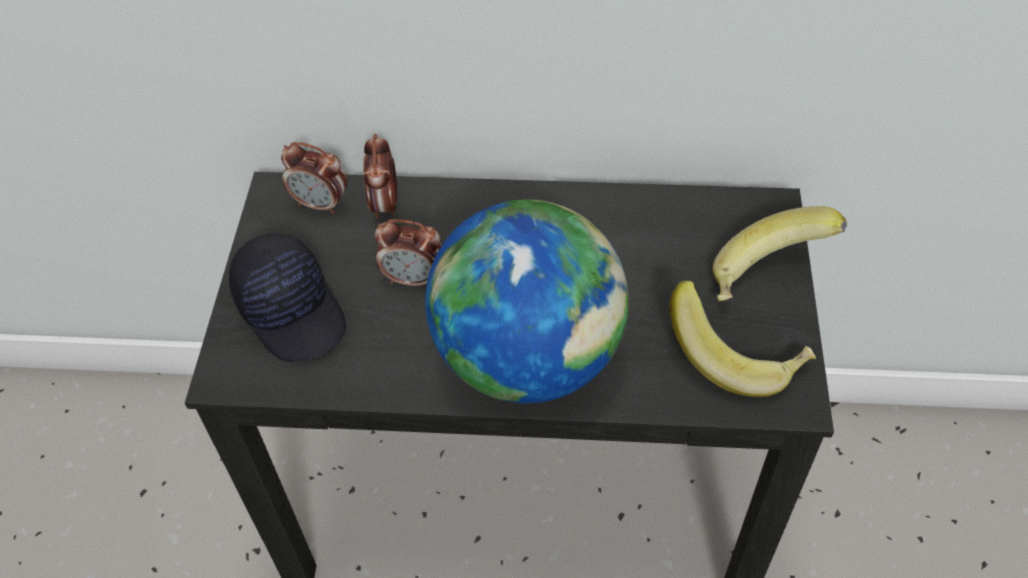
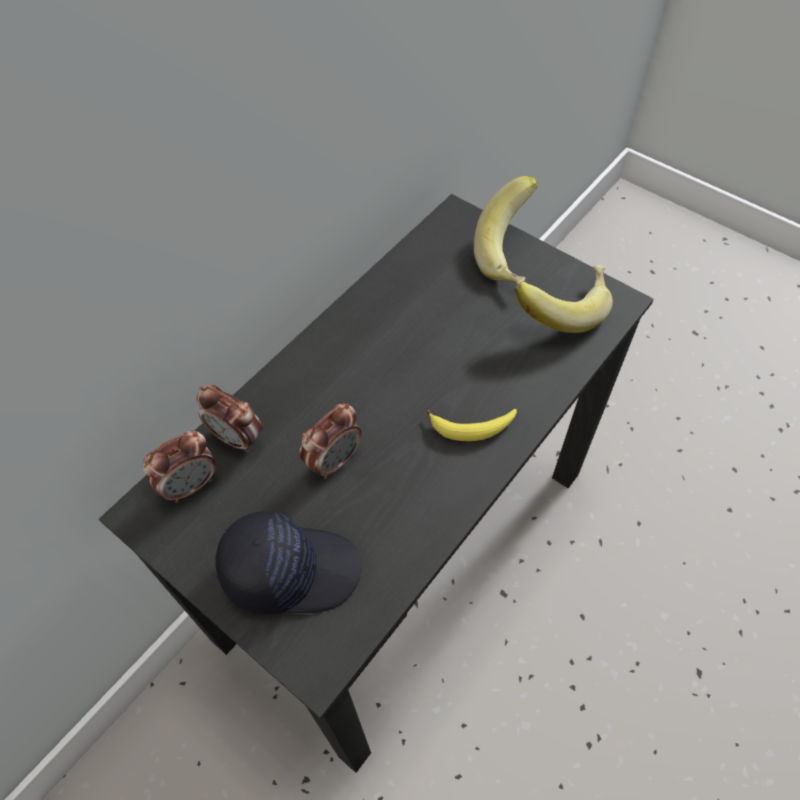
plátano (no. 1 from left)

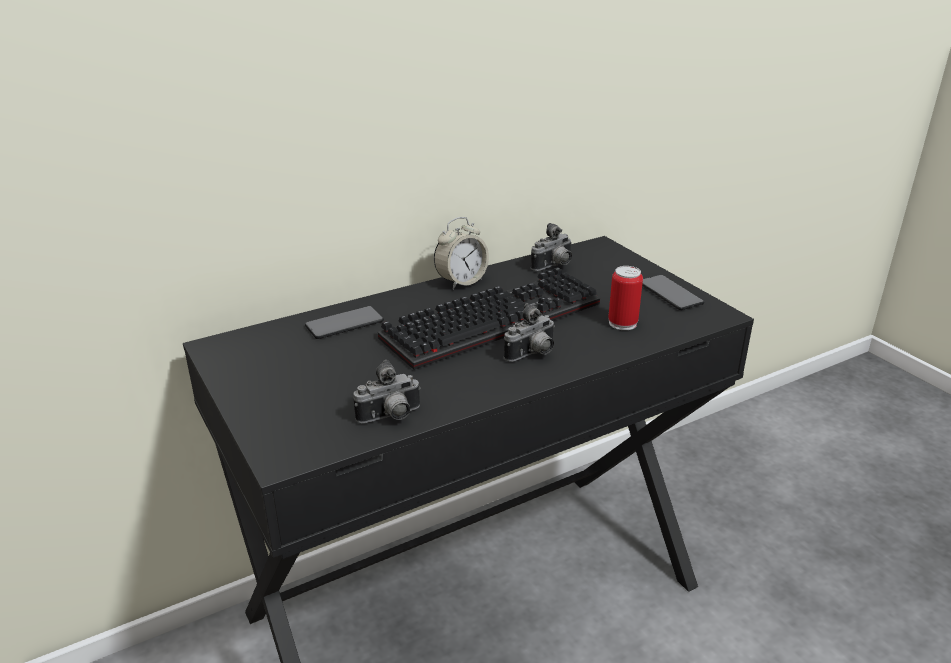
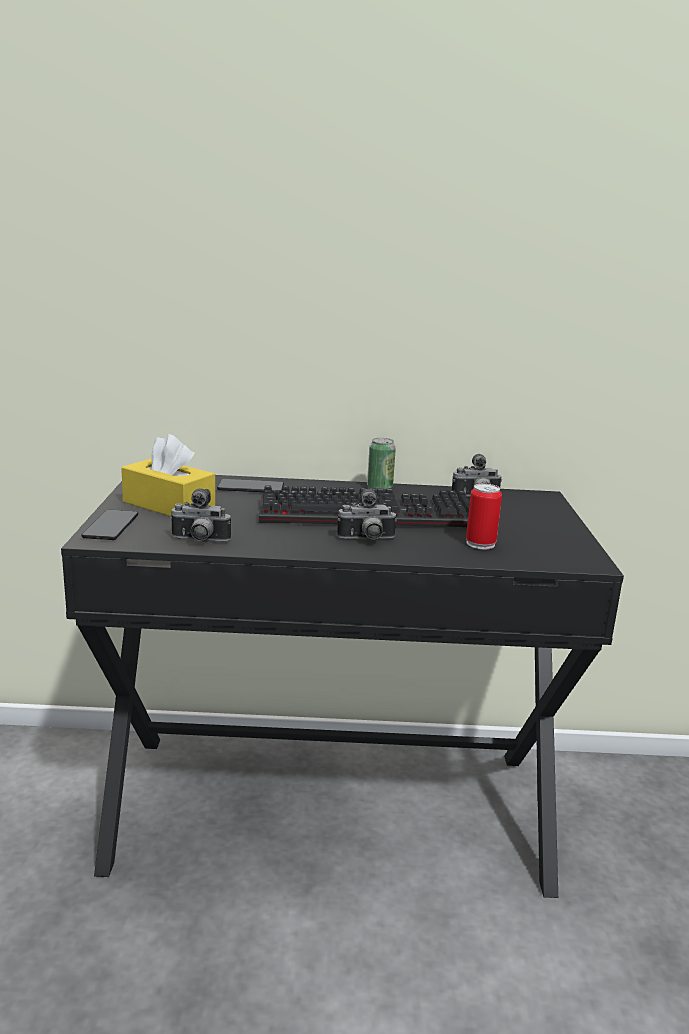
caja de pañuelos [amarillo]; móvil (no. 1 from left); lata (no. 1 from left)

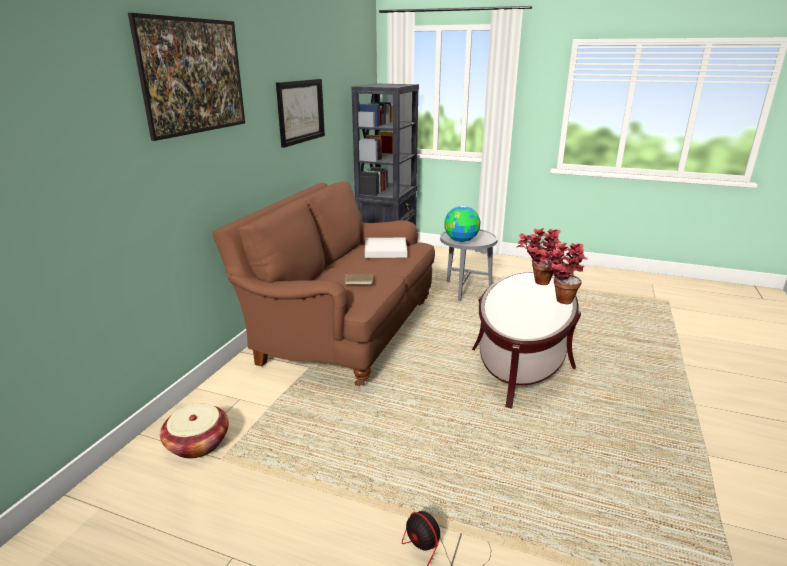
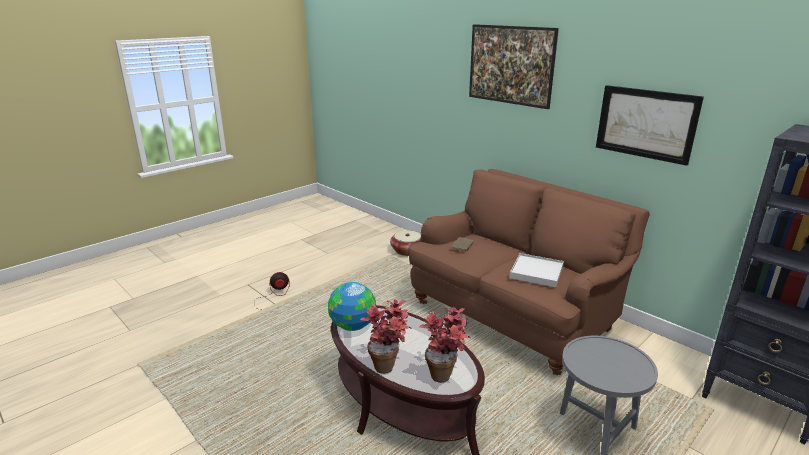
globo terráqueo

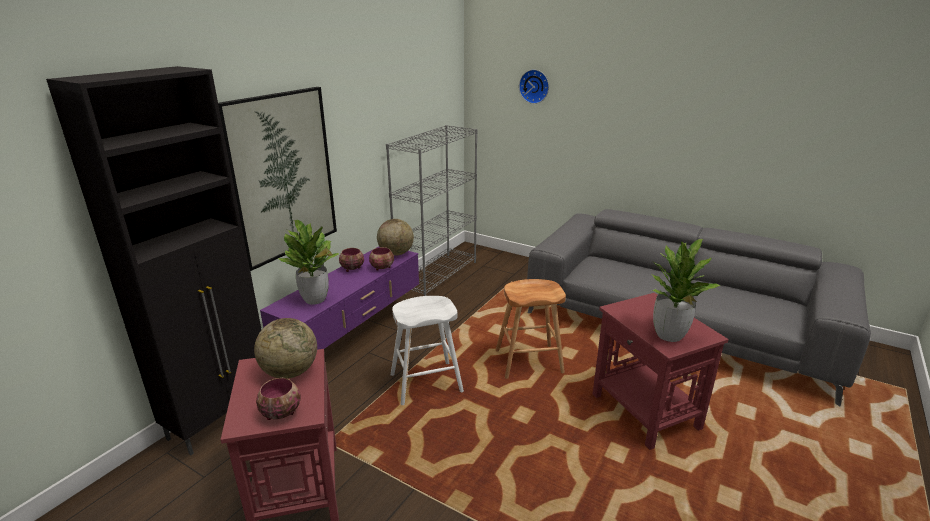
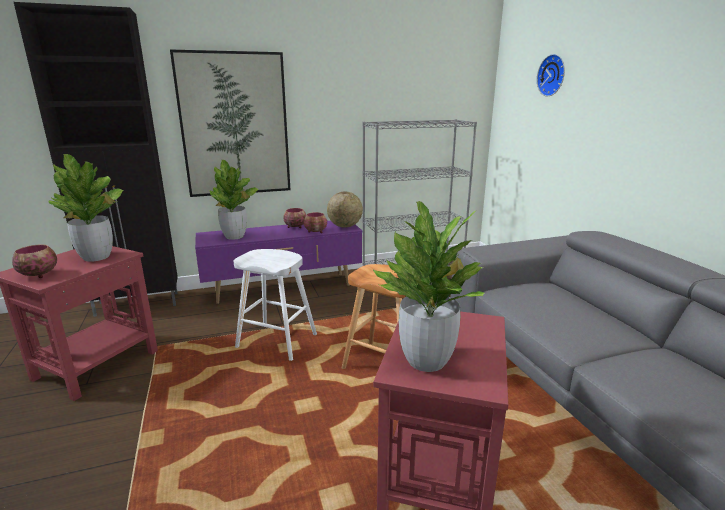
planta en maceta (no. 1 from left)

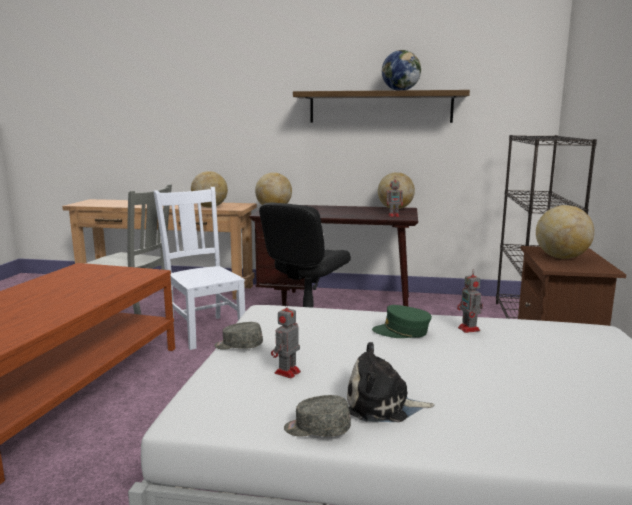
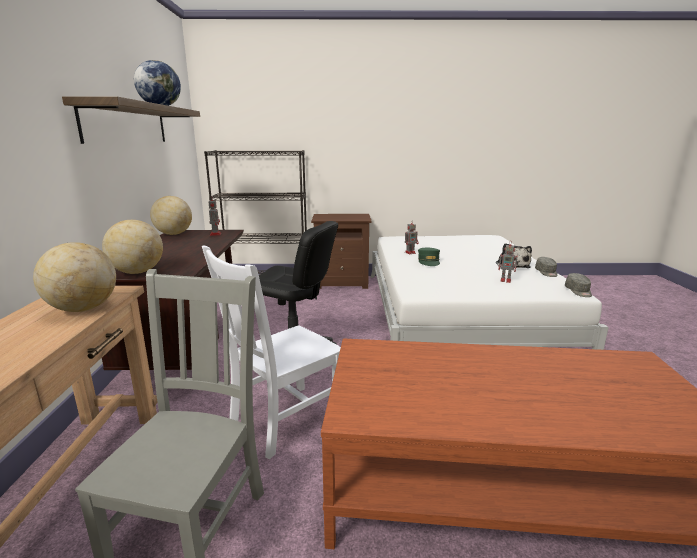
globo terráqueo (no. 5 from left in the first image); gorra [gris] (no. 2 from left)

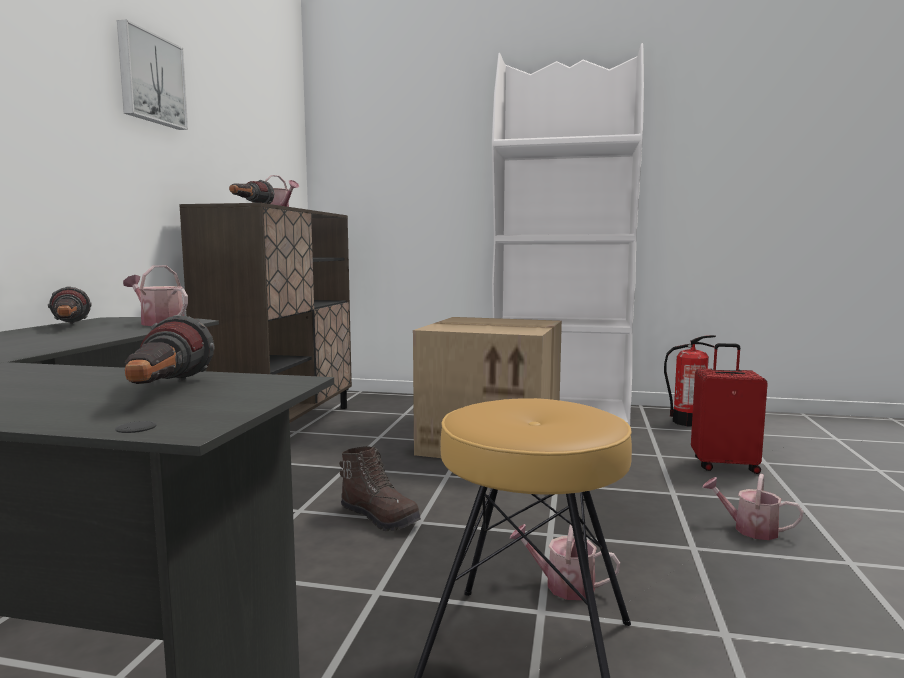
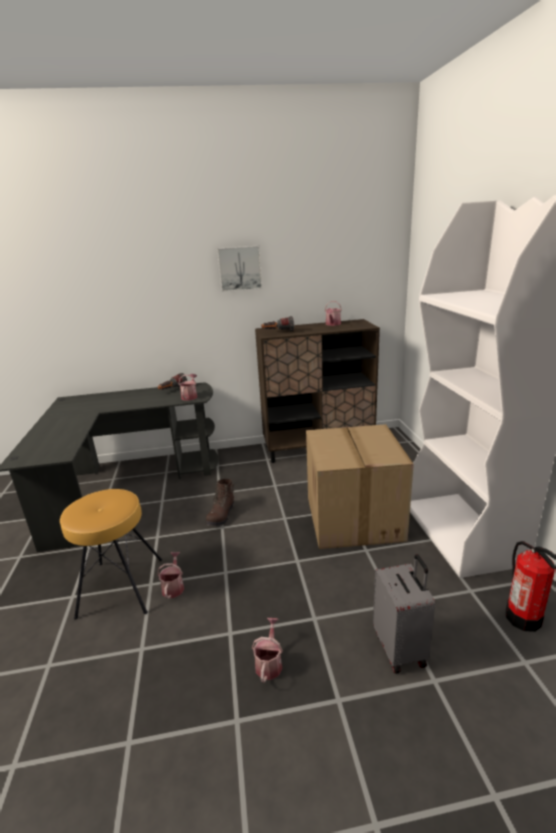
linterna (no. 2 from left in the first image); maleta [gris]

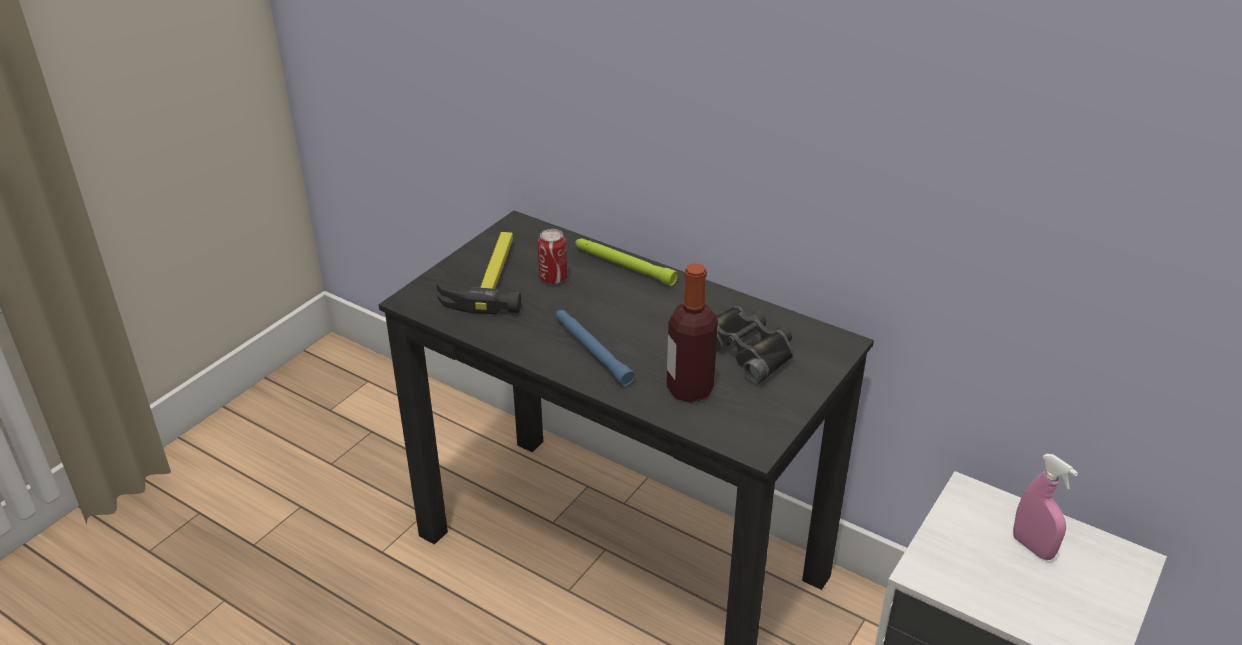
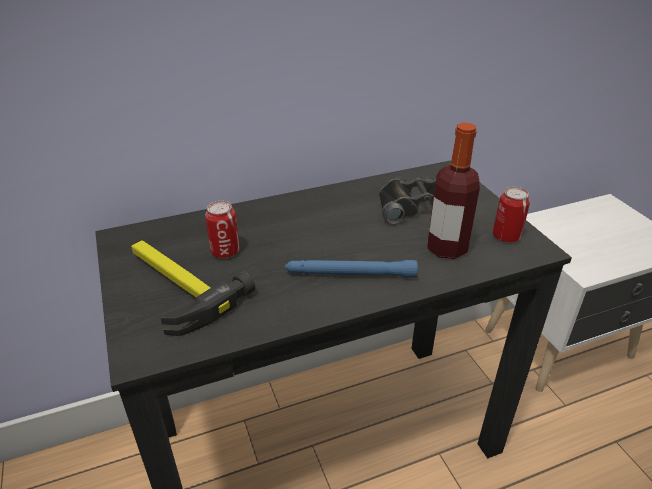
linterna [verde]; pulverizador [rosa]; lata (no. 2 from left)

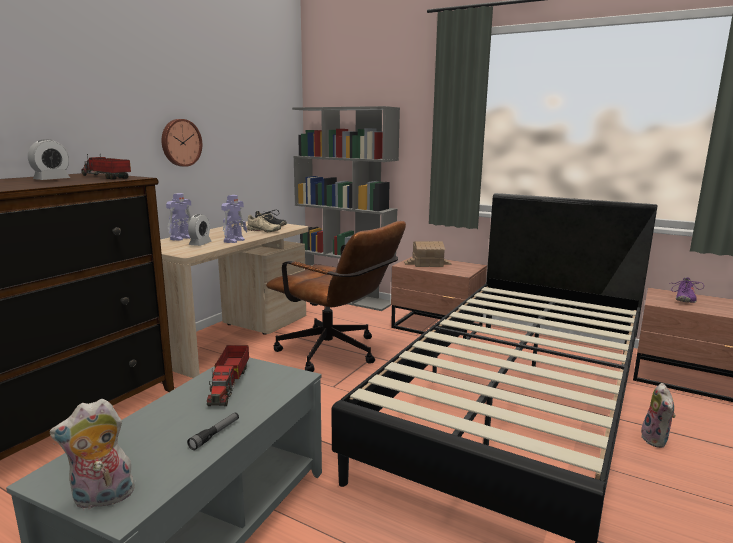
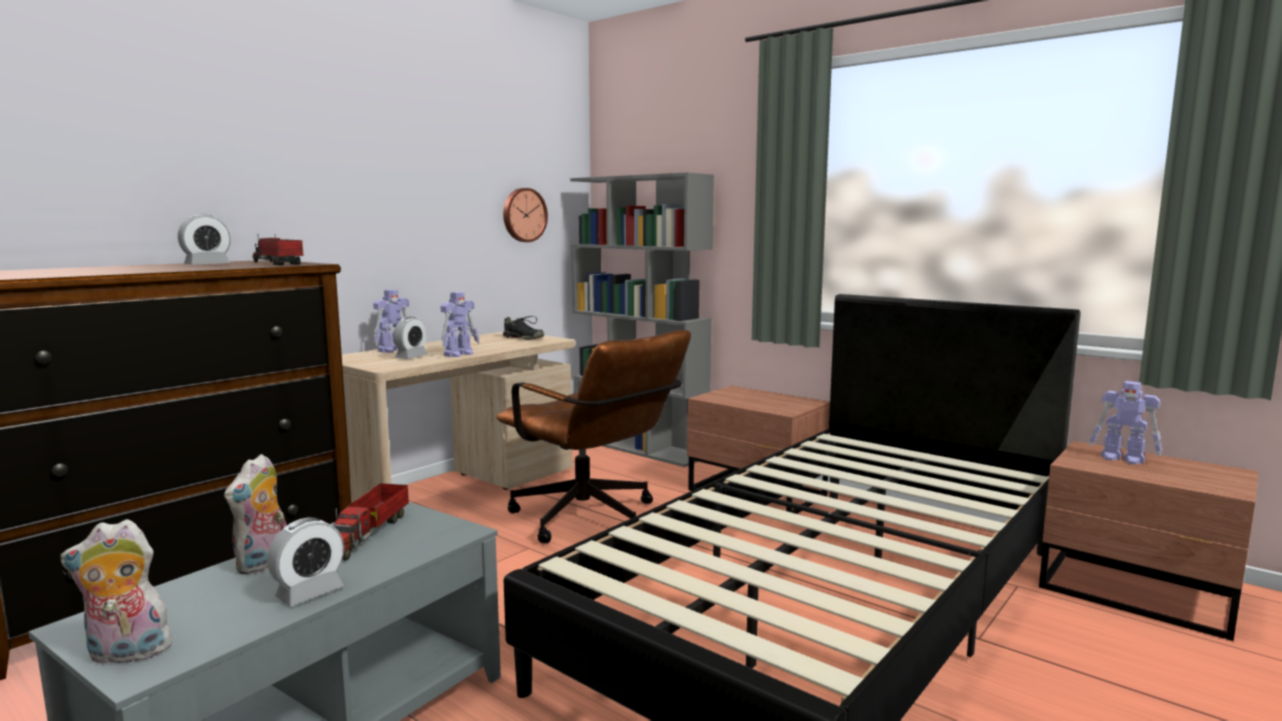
zapato [beis]; casita; reloj de pared; peluche (no. 2 from left); despertador (no. 2 from left); robot de juguete (no. 3 from left)

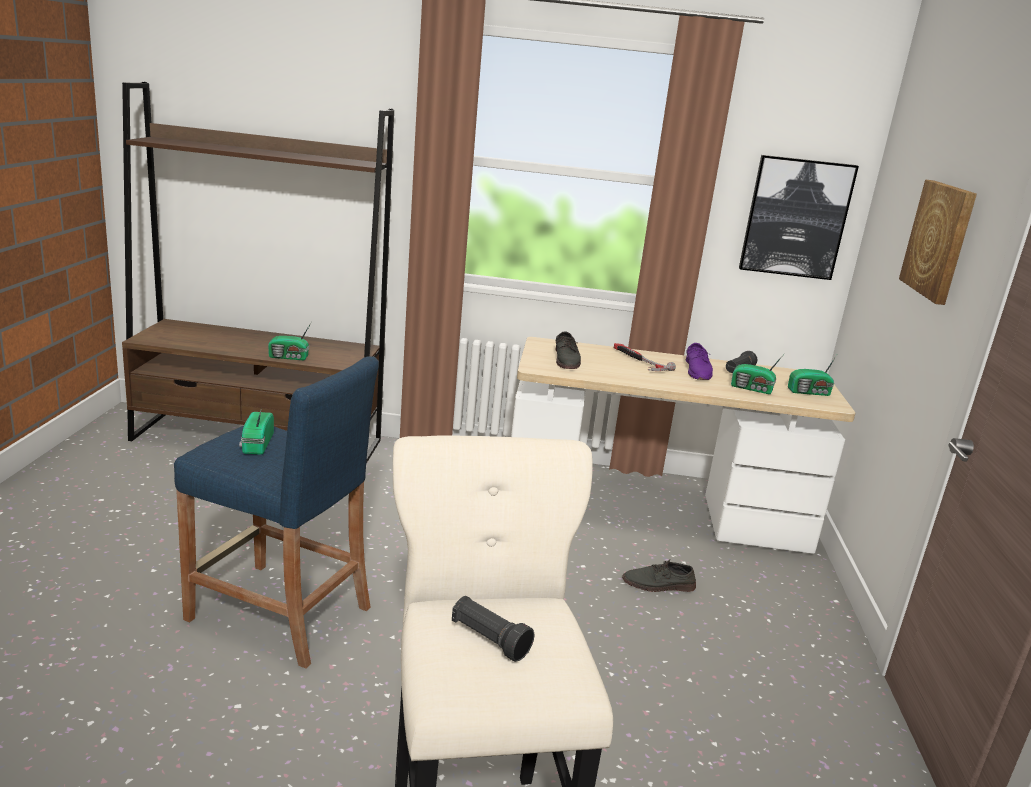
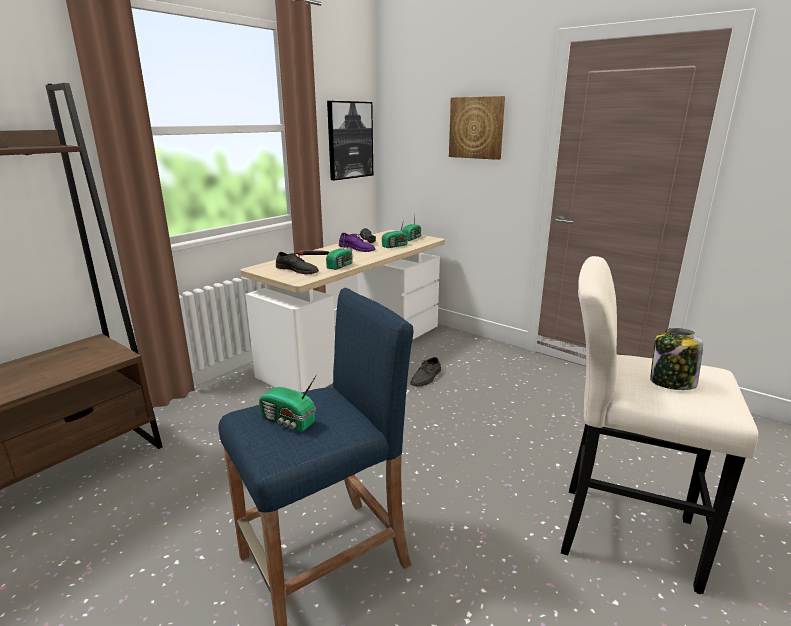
radio (no. 2 from left); tarro

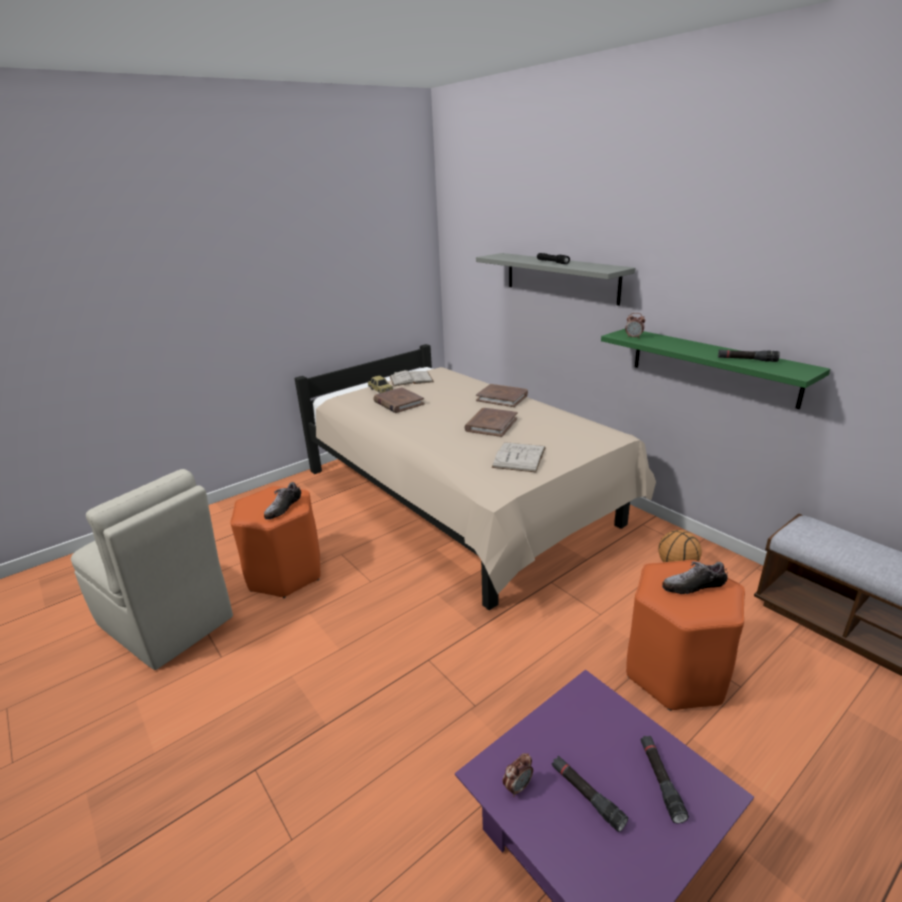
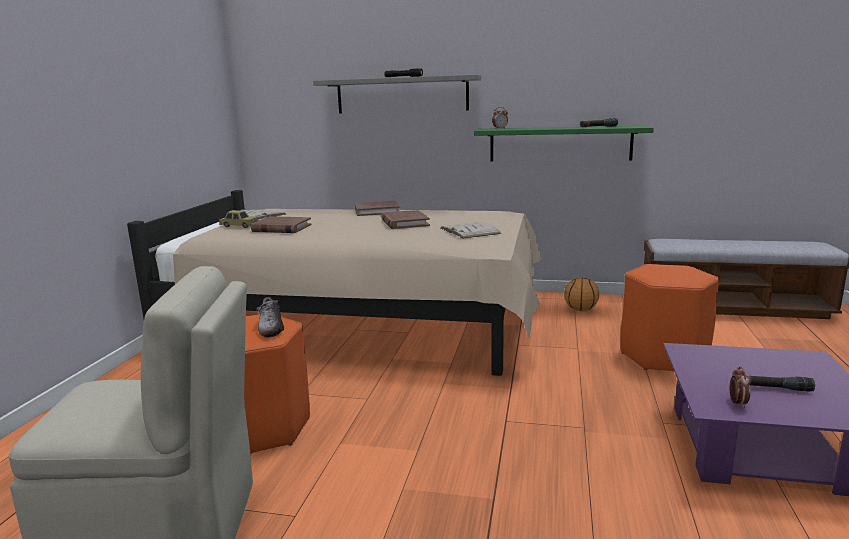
linterna [negro] (no. 3 from left in the first image); zapato (no. 2 from left in the first image)

